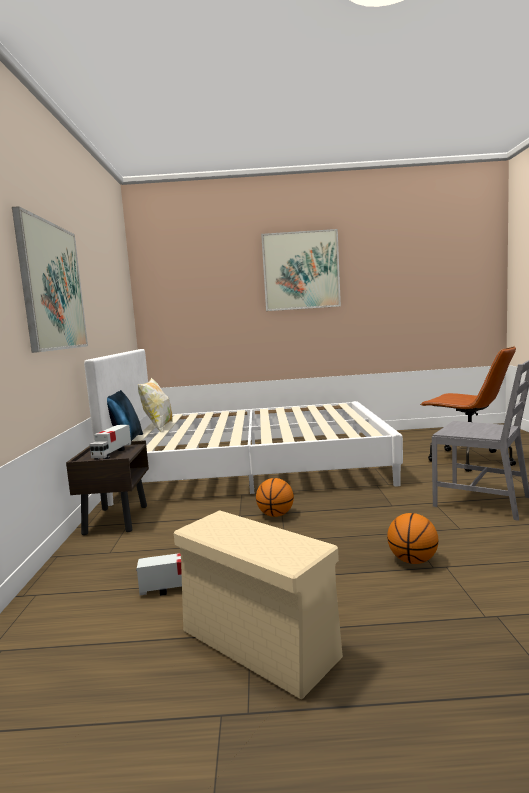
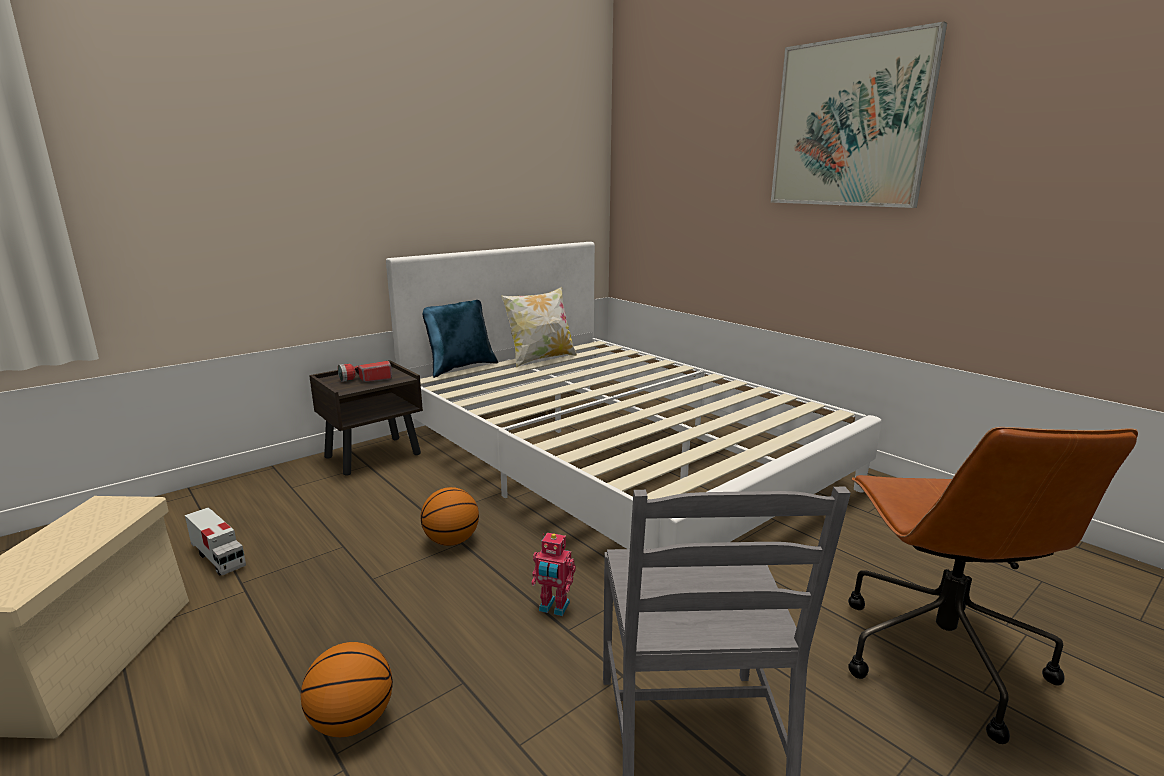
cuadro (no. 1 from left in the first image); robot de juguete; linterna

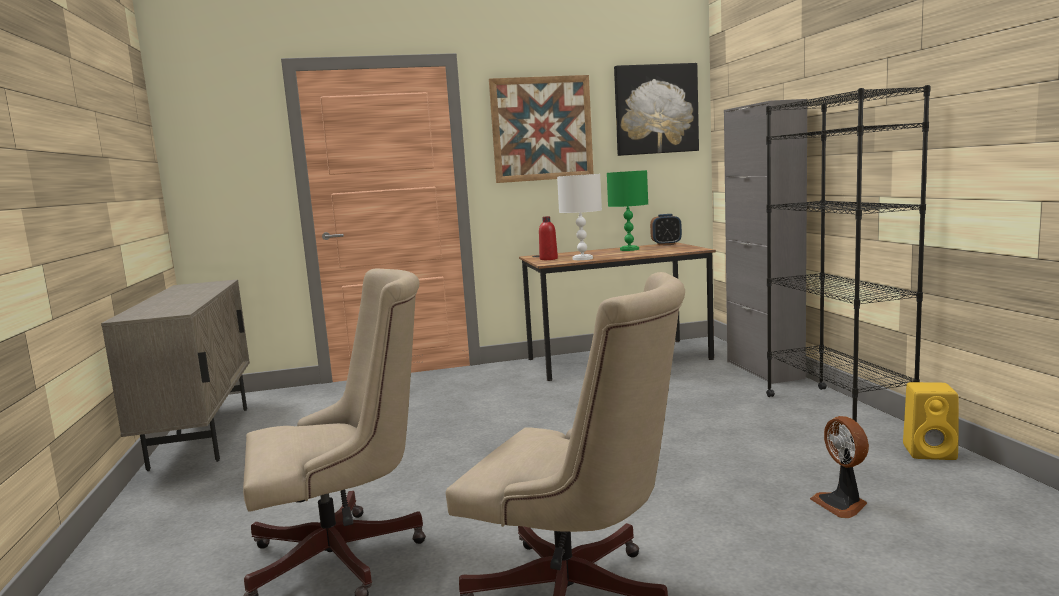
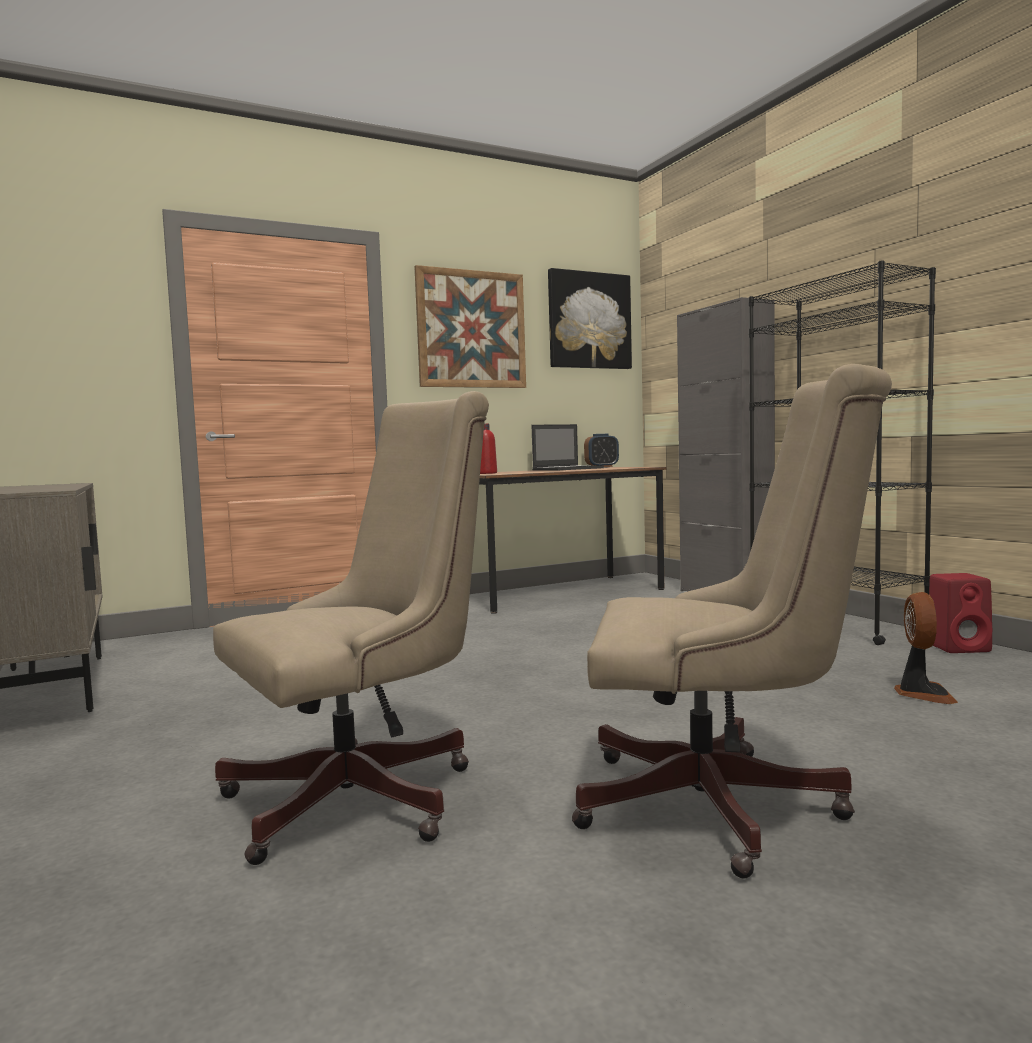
lámpara de mesa [blanco]; portátil; altavoz [rojo]; ventilador

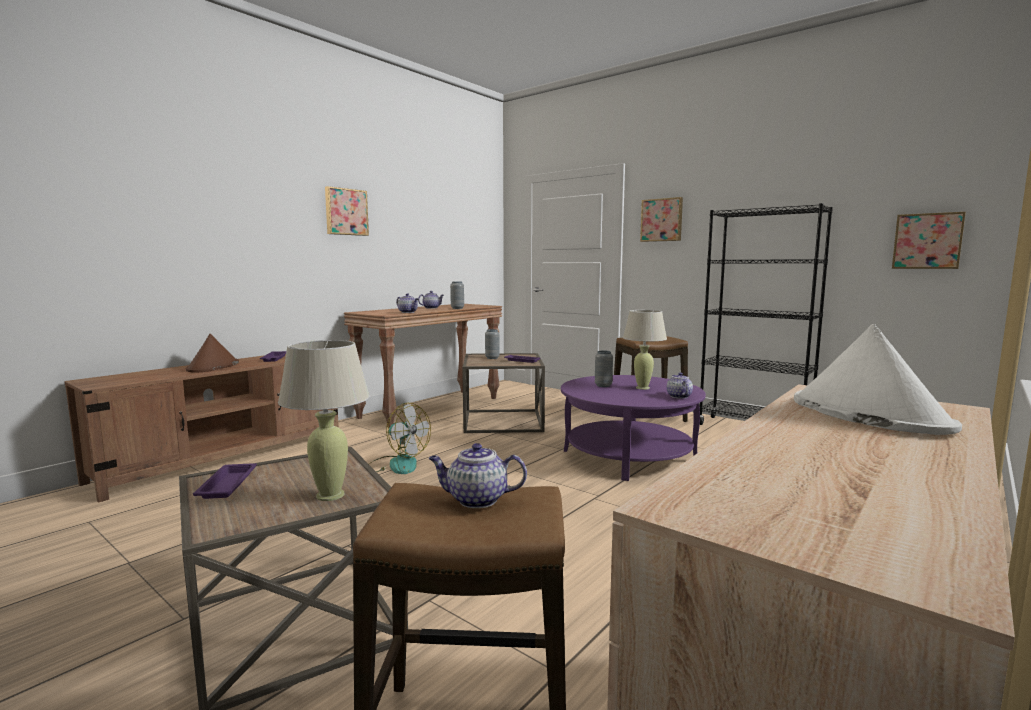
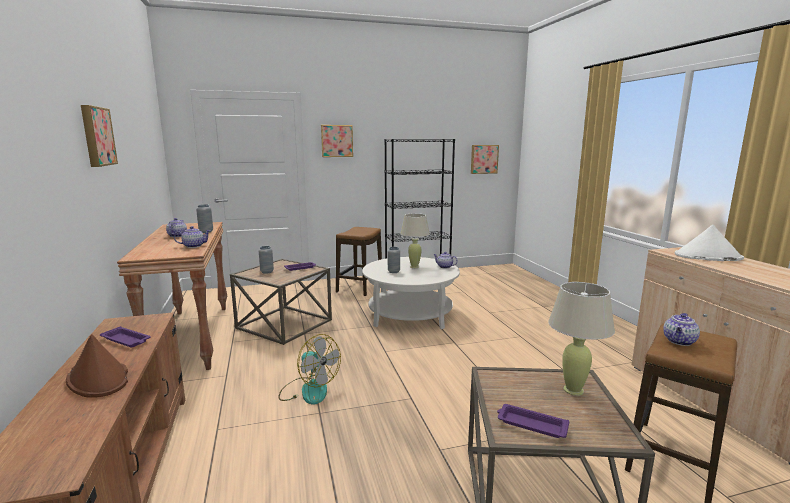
mesa de centro [blanco]; ventilador

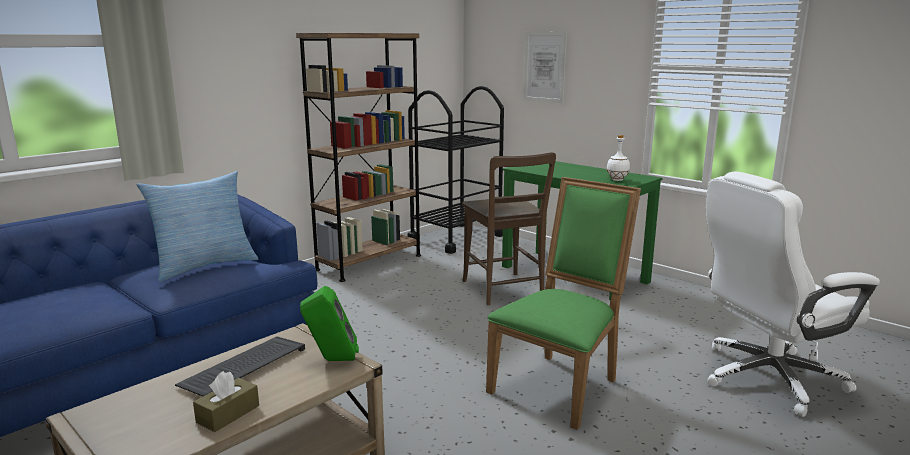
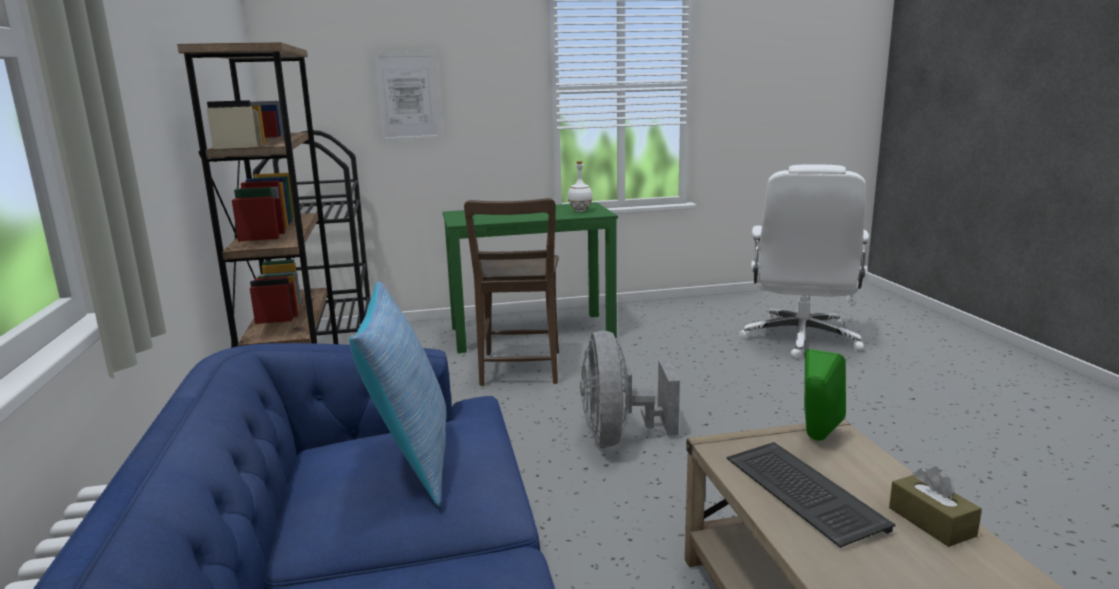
silla [verde]; ventilador [gris]; silla [marrón]

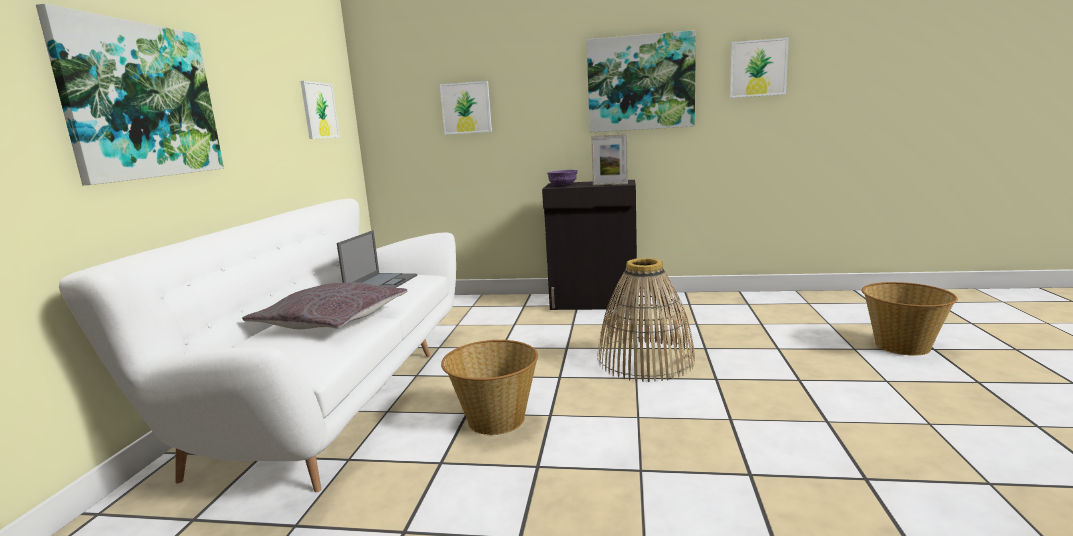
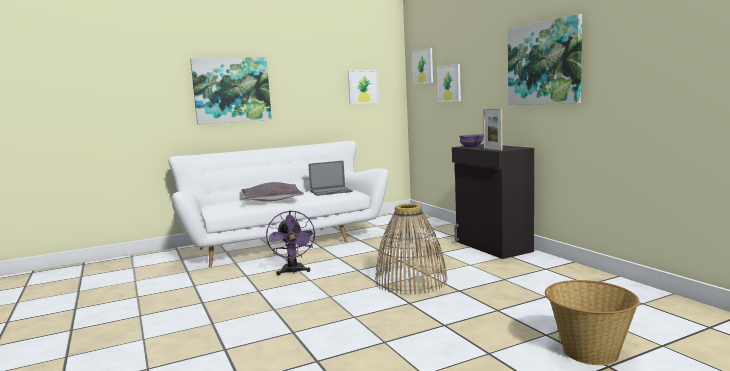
cuadro (no. 3 from left); ventilador [morado]

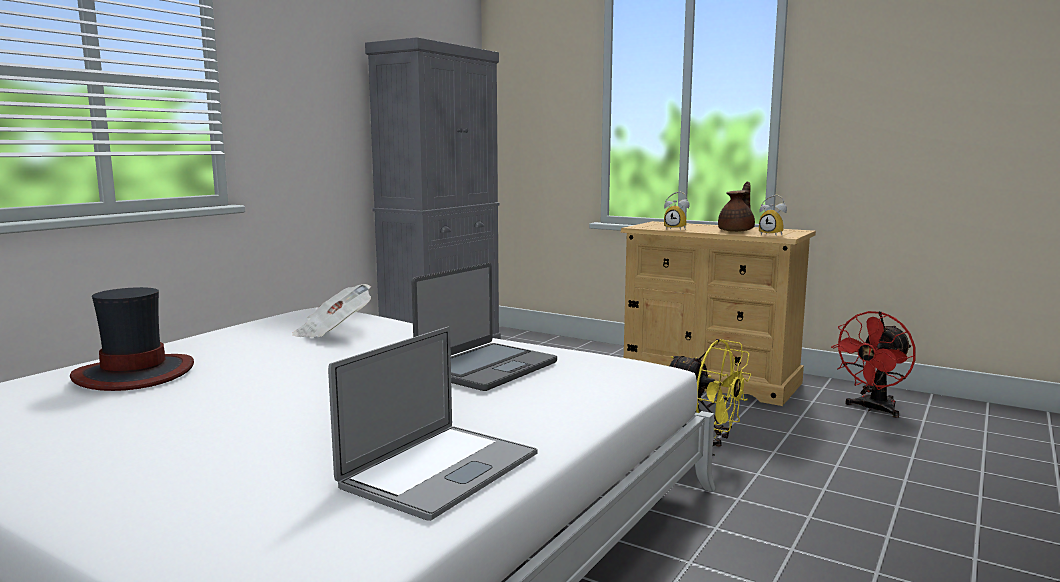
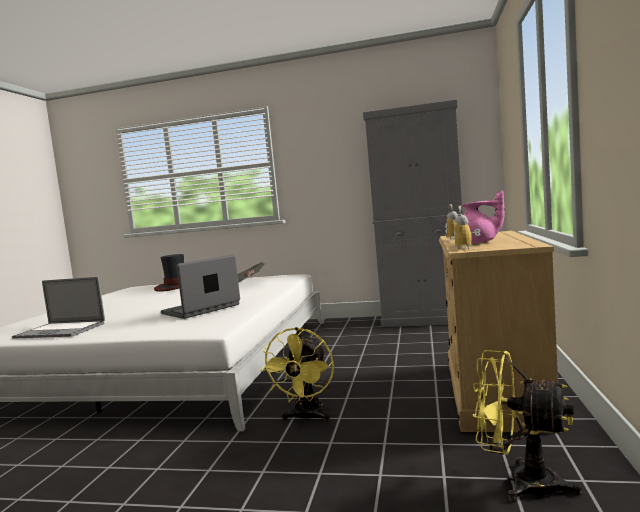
tetera [rosa]; ventilador [amarillo] (no. 2 from left); portátil (no. 2 from left)

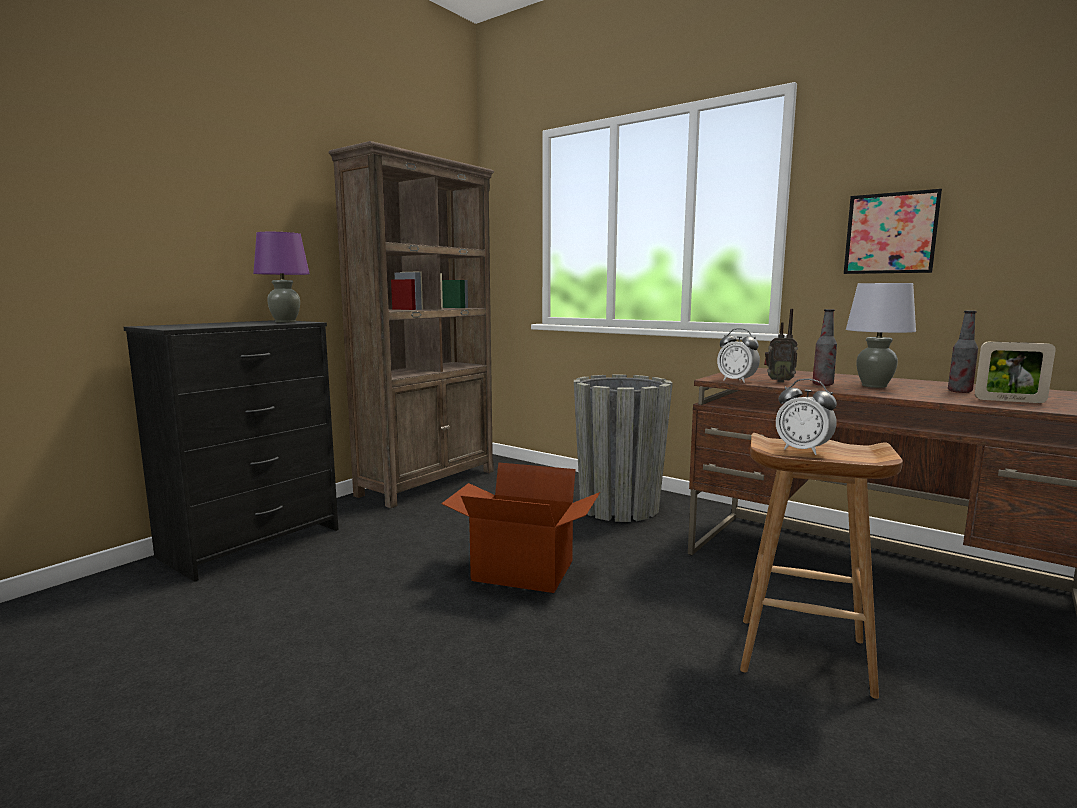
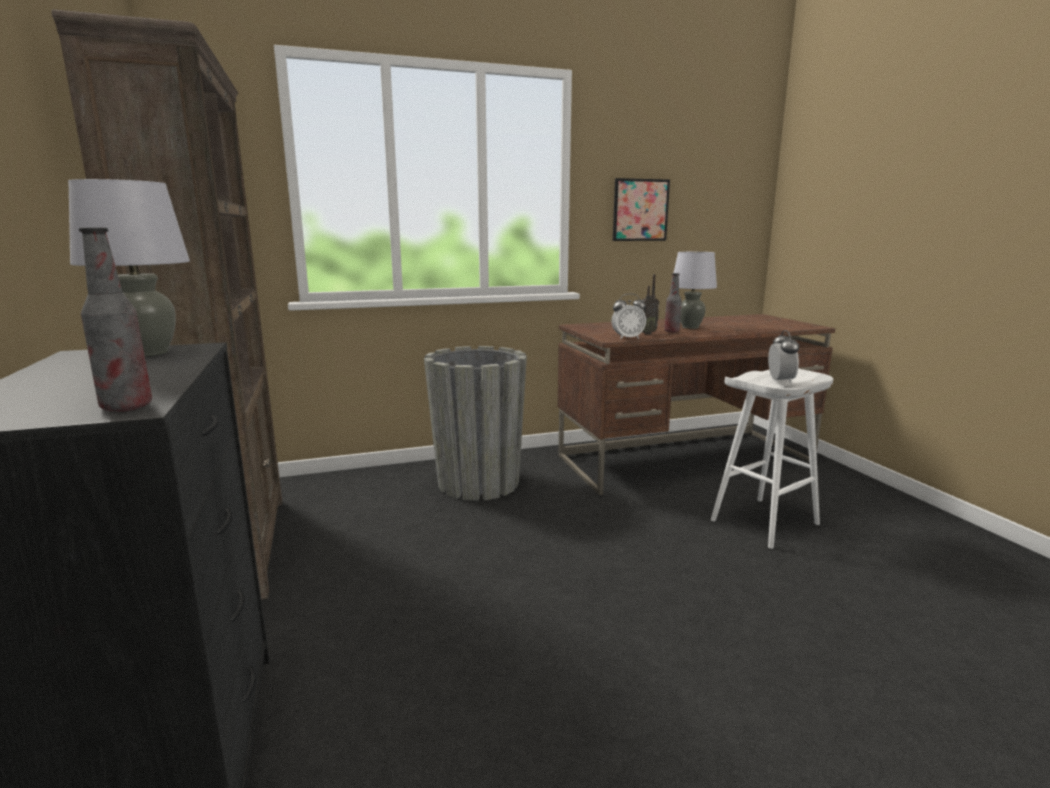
caja de cartón; portarretratos; botella (no. 1 from left); lámpara de mesa [gris] (no. 1 from left); taburete [blanco]; despertador (no. 2 from left)

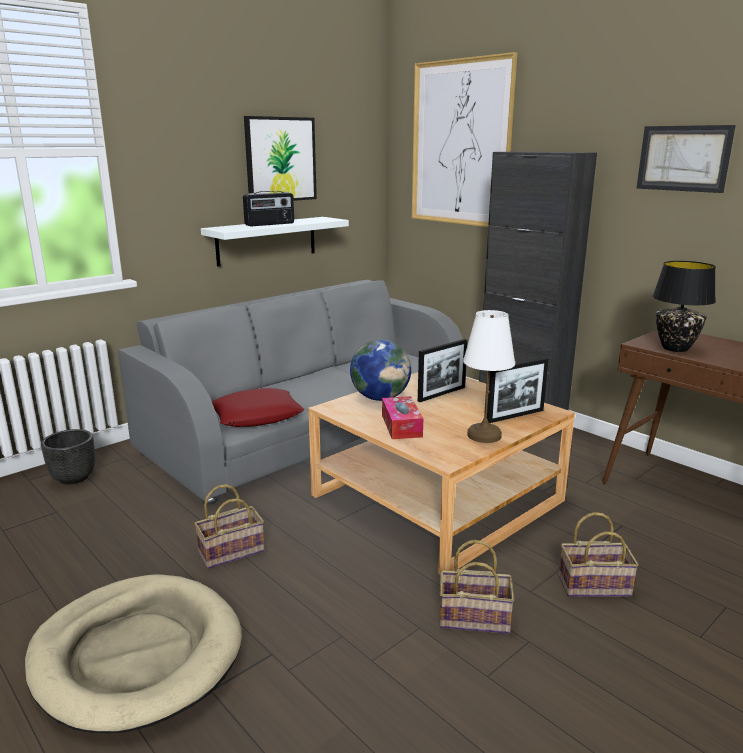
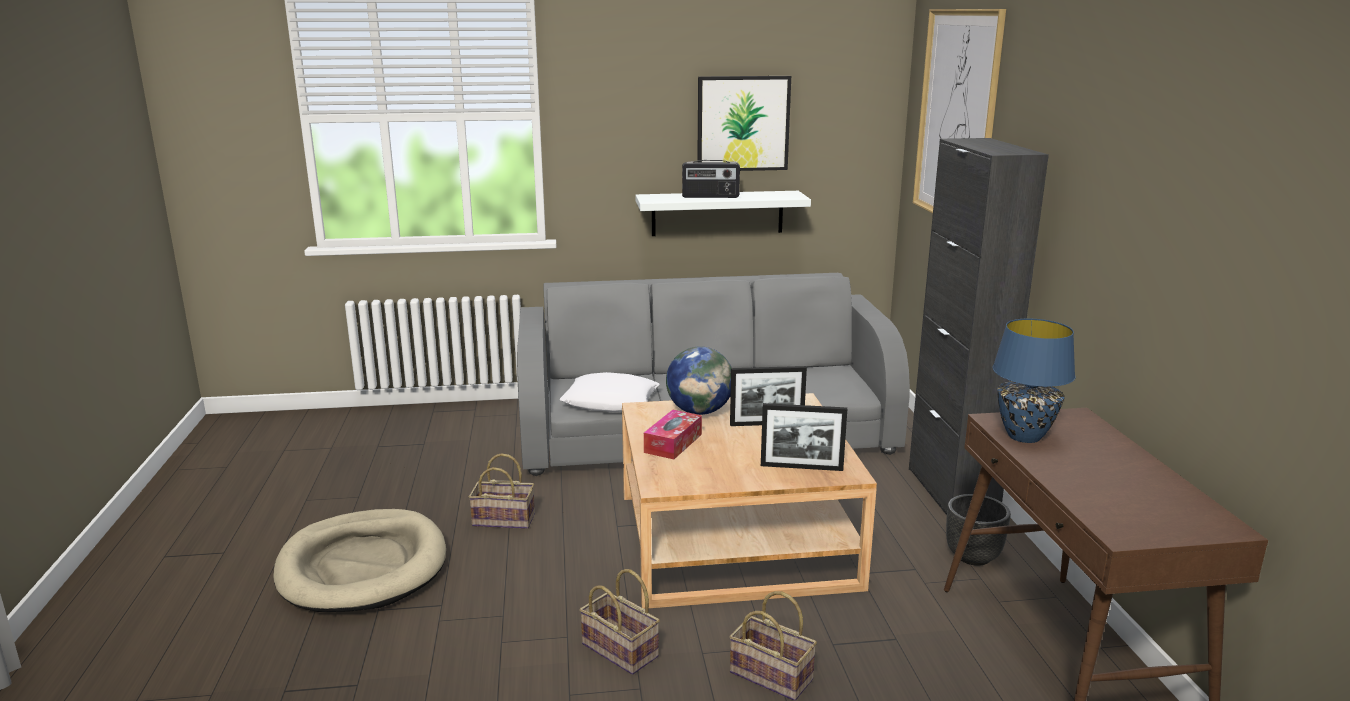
lámpara de mesa [blanco]; cuadro (no. 3 from left in the first image); maceta [negro]; cojín [blanco]; lámpara de mesa [azul]

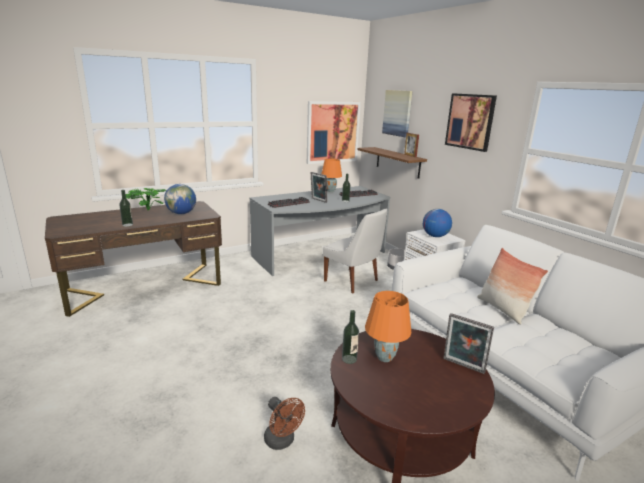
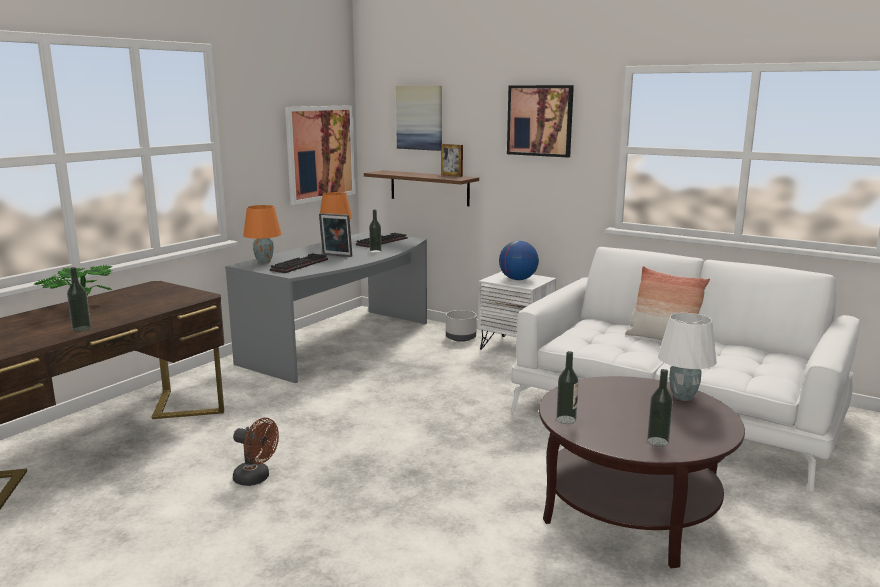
globo terráqueo (no. 1 from left in the first image); silla [blanco]; botella (no. 4 from left); ventilador [marrón]; lámpara de mesa [naranja] (no. 1 from left); lámpara de mesa [blanco]

